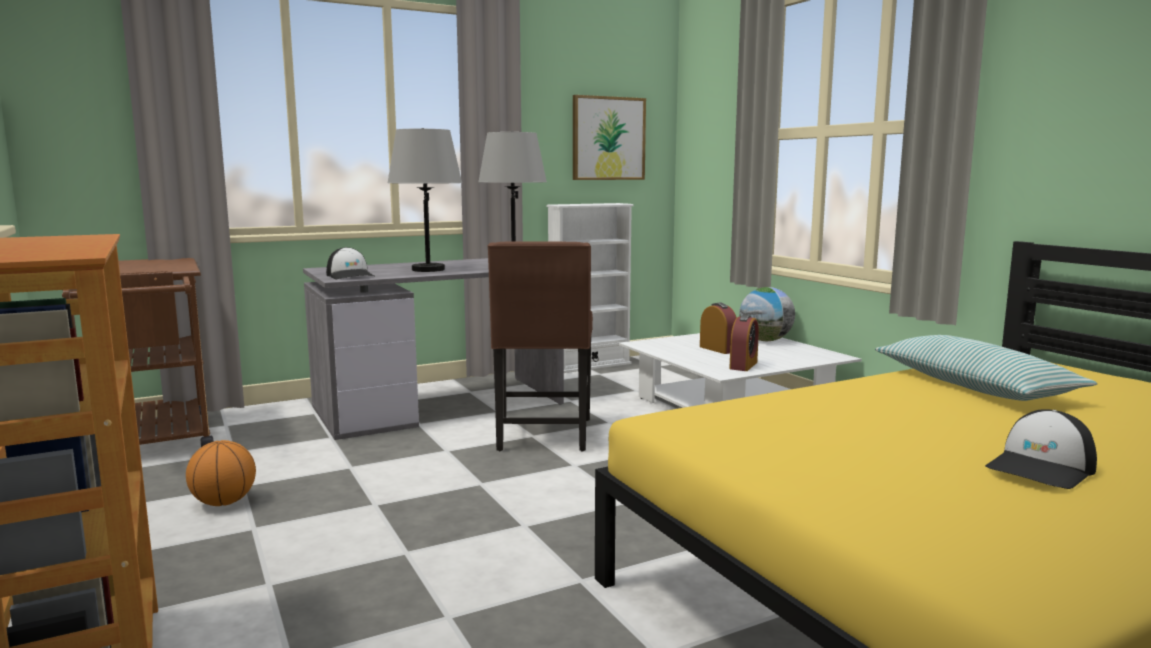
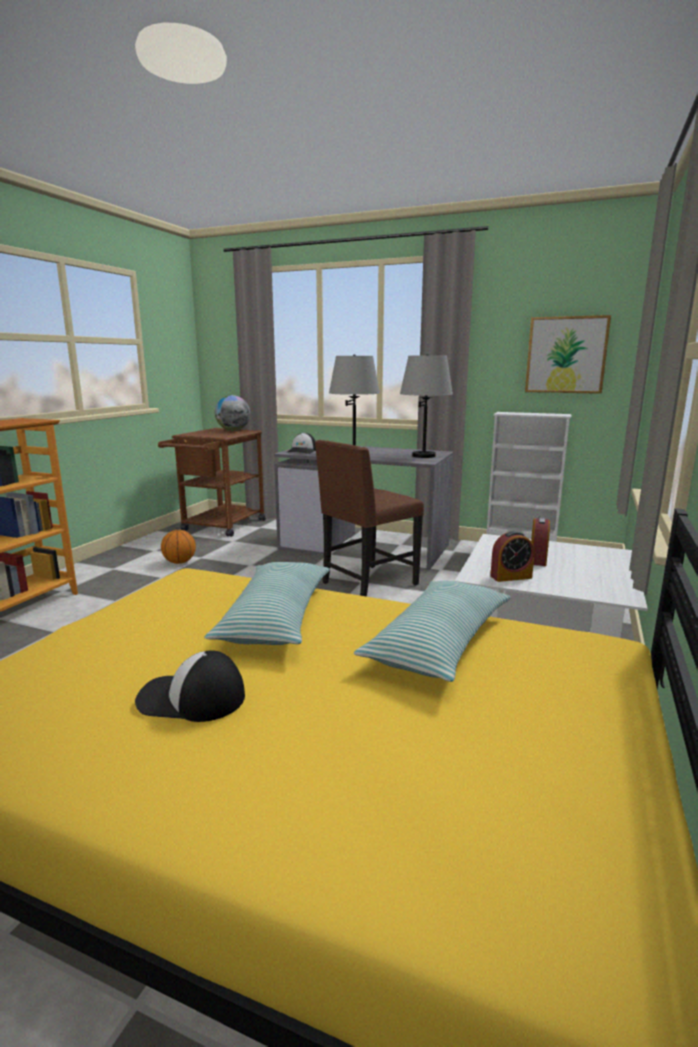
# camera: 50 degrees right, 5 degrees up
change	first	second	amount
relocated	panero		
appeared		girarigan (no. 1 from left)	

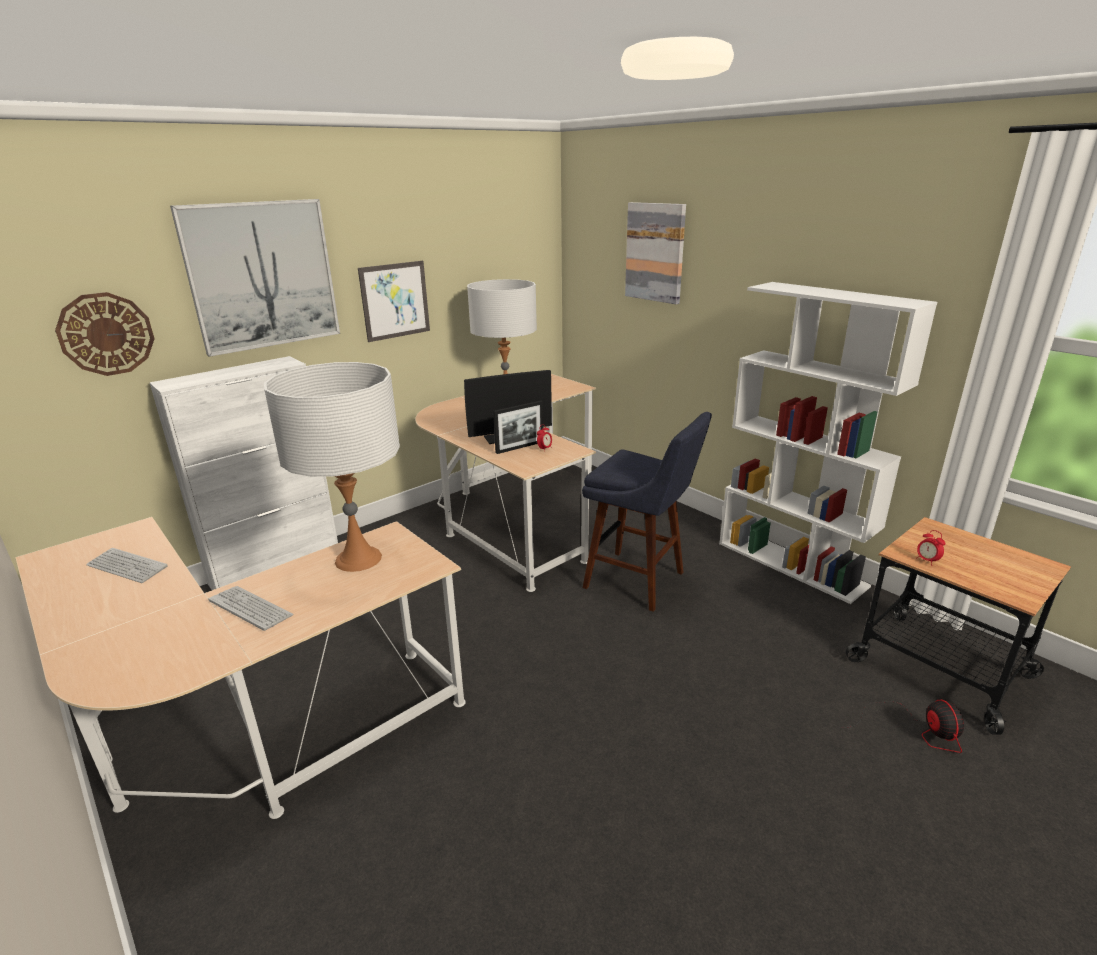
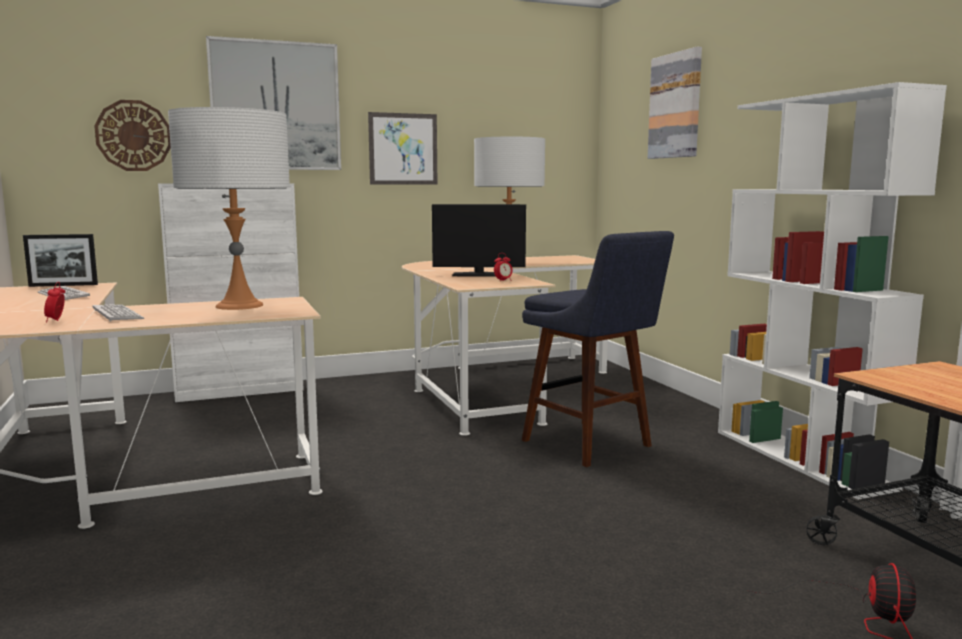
# camera: 20 degrees right, 15 degrees down
change	first	second	amount
relocated	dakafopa		
relocated	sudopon (no. 2 from left in the first image)	sudopon (no. 1 from left)	

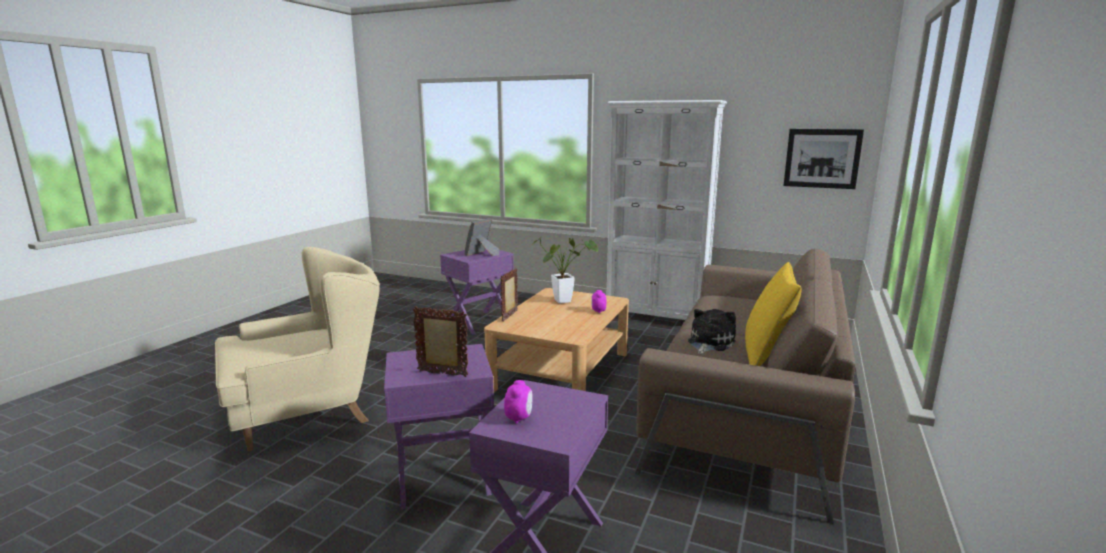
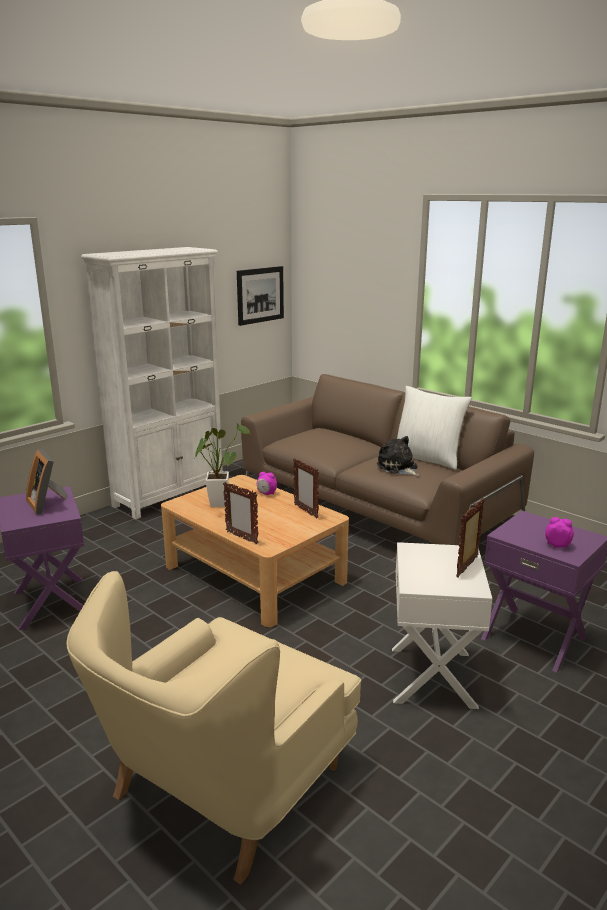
# camera: 70 degrees left, 5 degrees up
change	first	second	amount
spun	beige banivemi		135 degrees counterclockwise
colour	yellow girarigan	white girarigan	
colour	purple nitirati (no. 1 from left)	white nitirati	
appeared		dakafopa (no. 3 from left)	

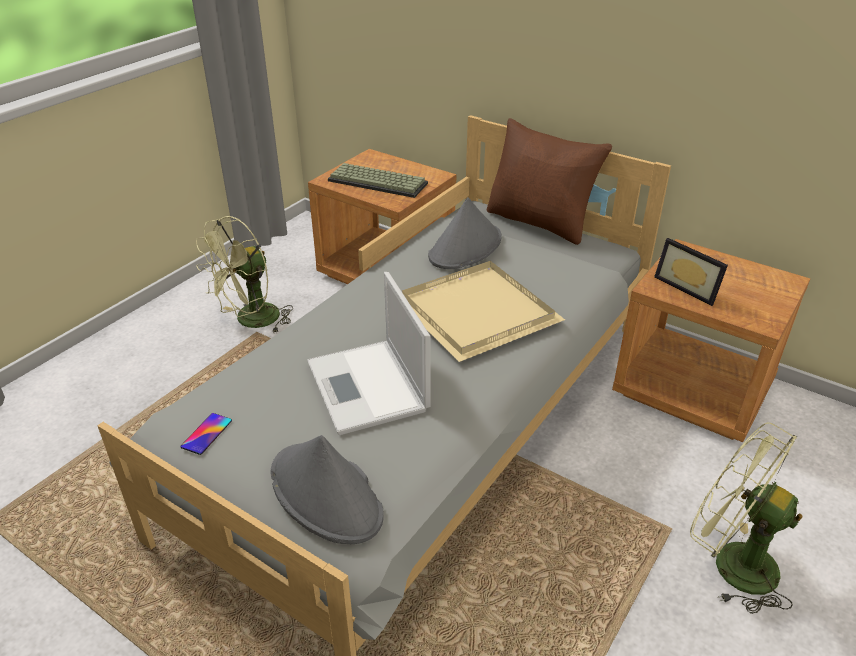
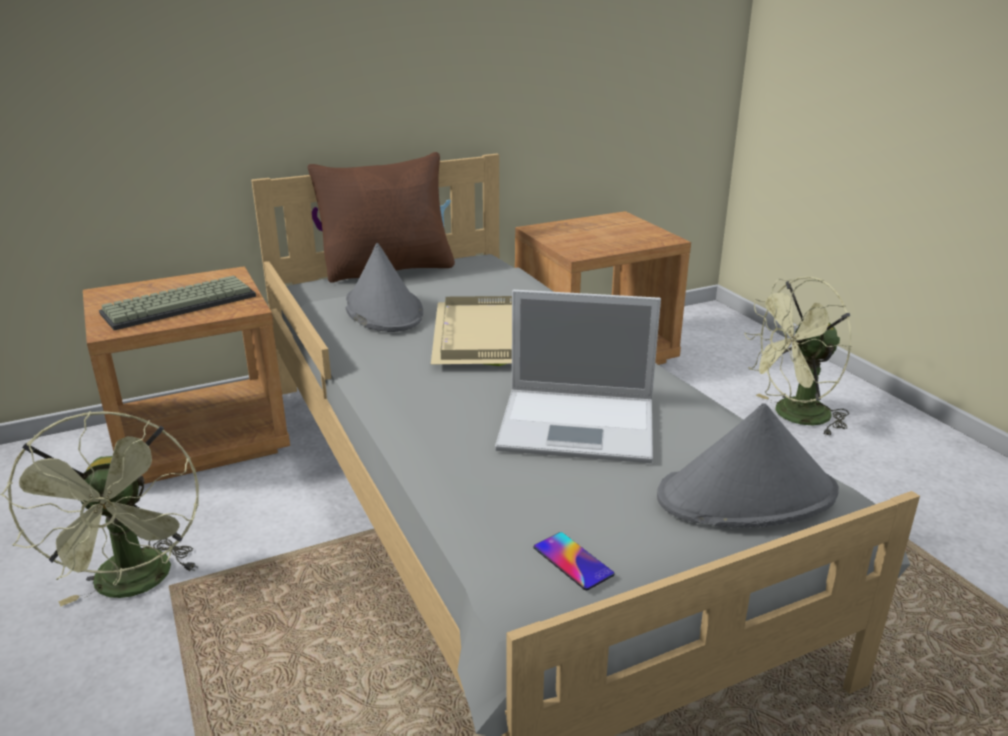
# camera: 60 degrees left, 10 degrees down
change	first	second	amount
missing	dakafopa		

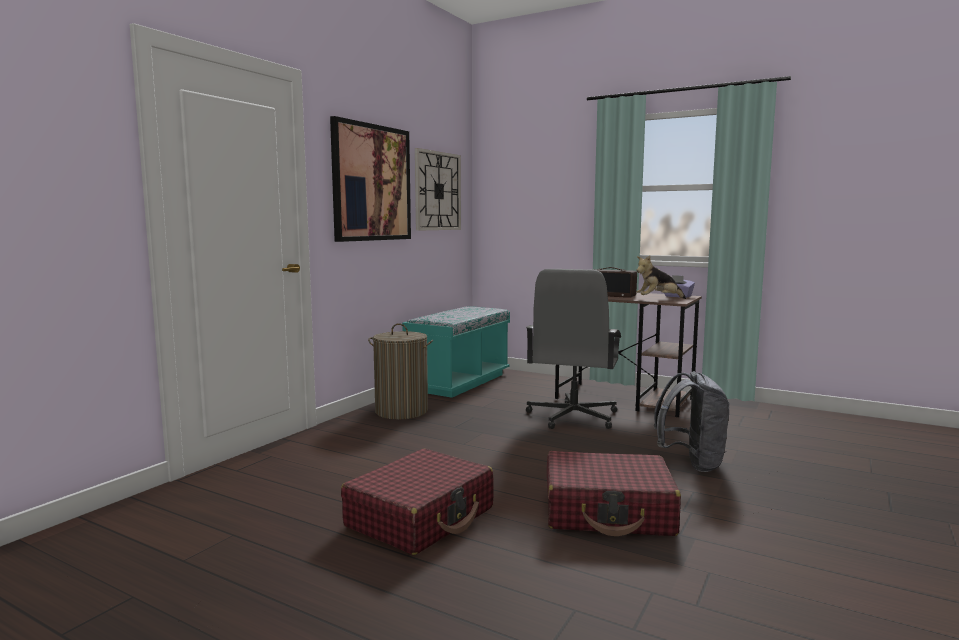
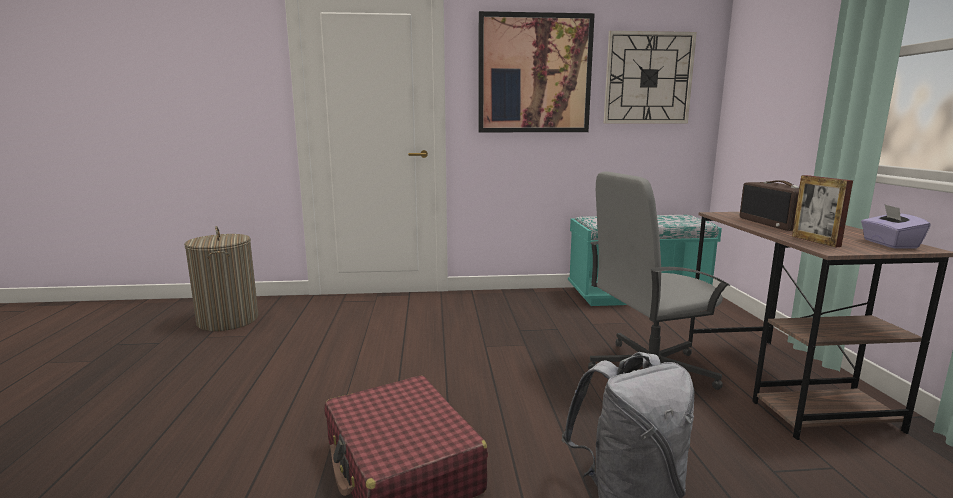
# camera: 55 degrees right, 5 degrees up
change	first	second	amount
exchanged	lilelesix	dakafopa	
relocated	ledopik		
missing	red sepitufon (no. 1 from left)		

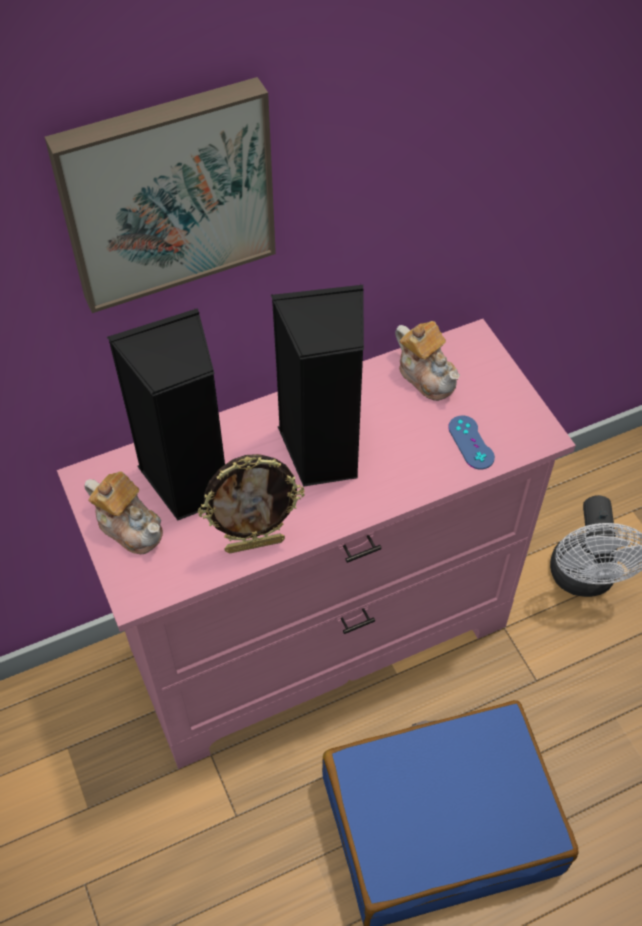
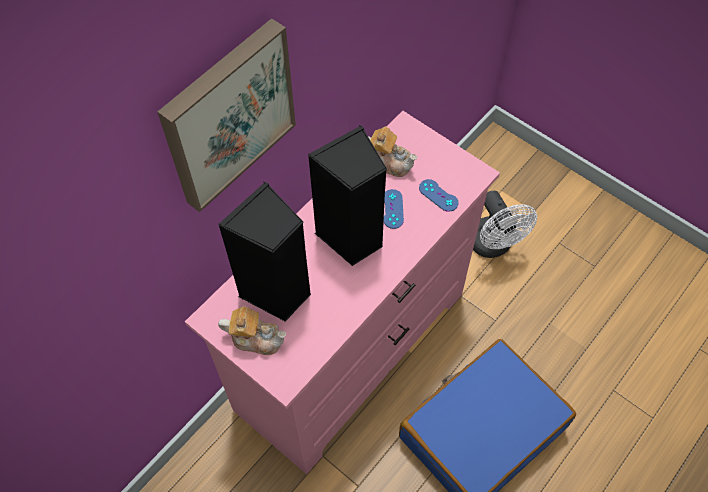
# camera: 25 degrees left, 5 degrees up
change	first	second	amount
missing	dakafopa		
appeared		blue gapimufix (no. 1 from left)	

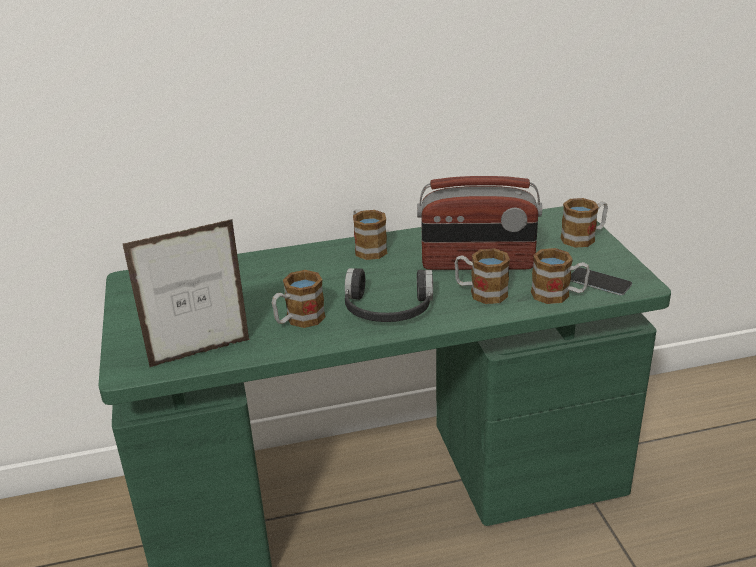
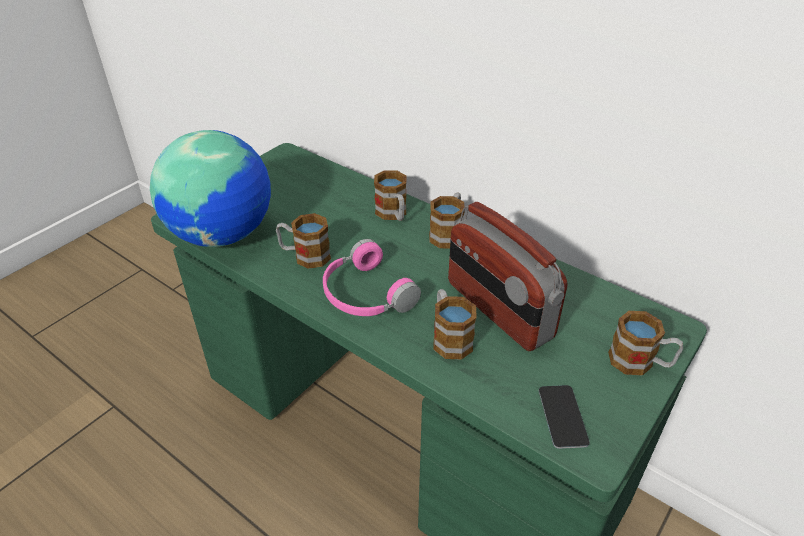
# camera: 50 degrees right, 10 degrees up
change	first	second	amount
exchanged	dakafopa	panero	
relocated	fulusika (no. 4 from left in the first image)	fulusika (no. 2 from left)	
colour	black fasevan	pink fasevan	

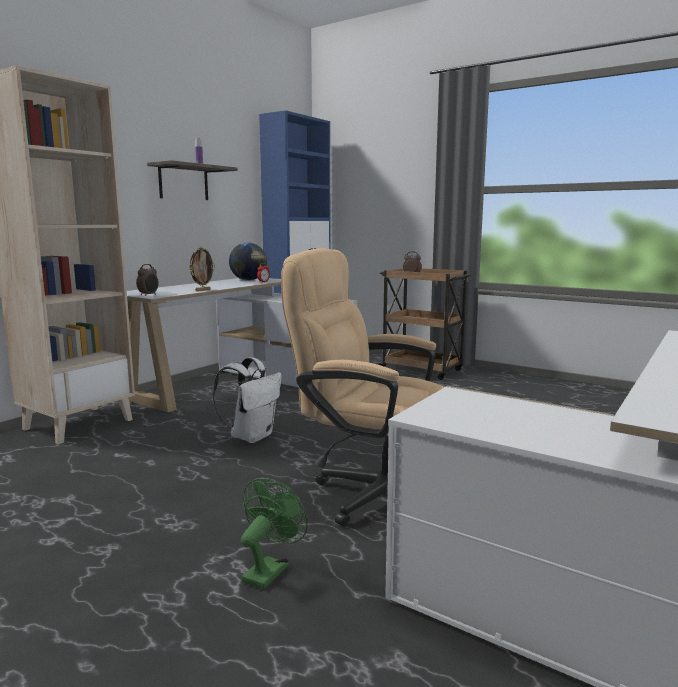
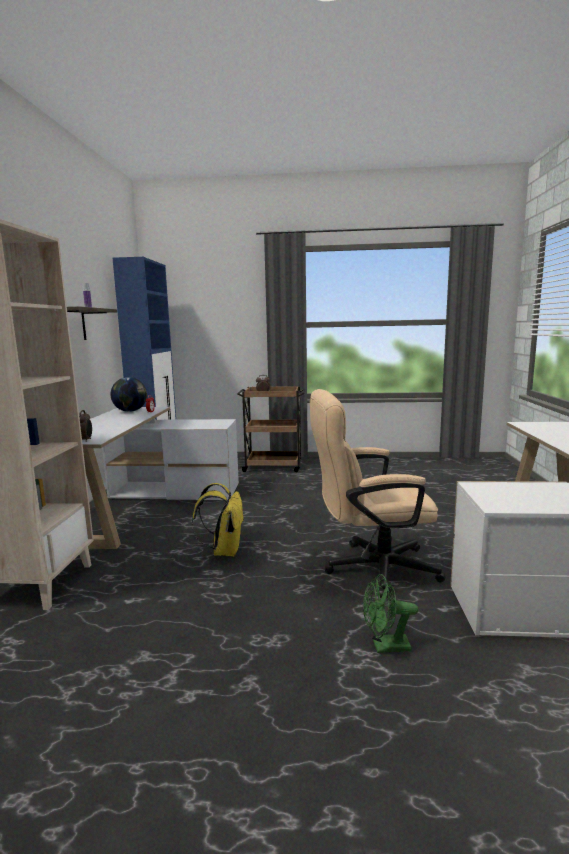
# camera: 30 degrees left, 0 degrees up
change	first	second	amount
missing	dakafopa		
colour	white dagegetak	yellow dagegetak	
spun	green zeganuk		90 degrees counterclockwise

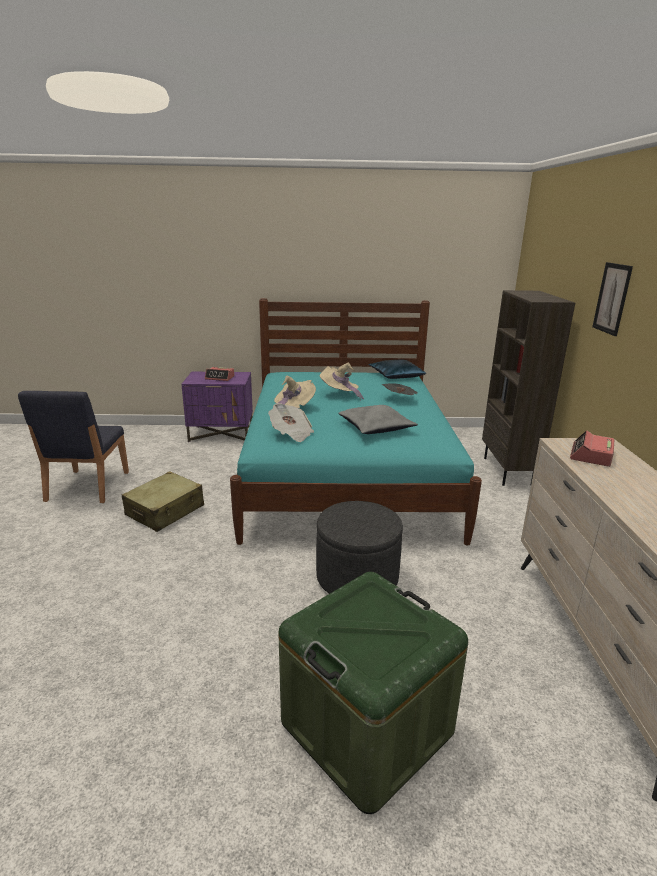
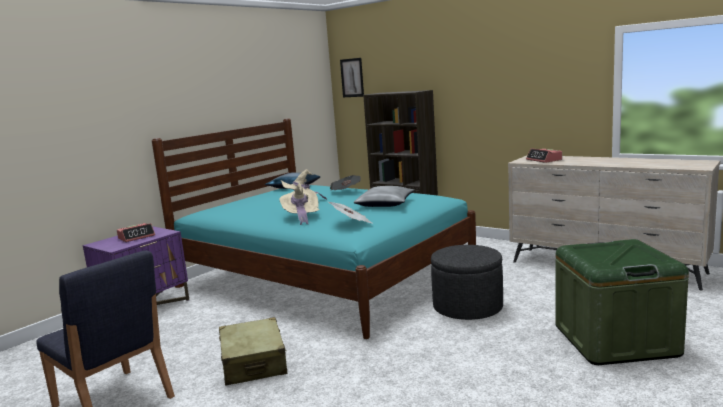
# camera: 50 degrees left, 10 degrees down
change	first	second	amount
relocated	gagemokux		

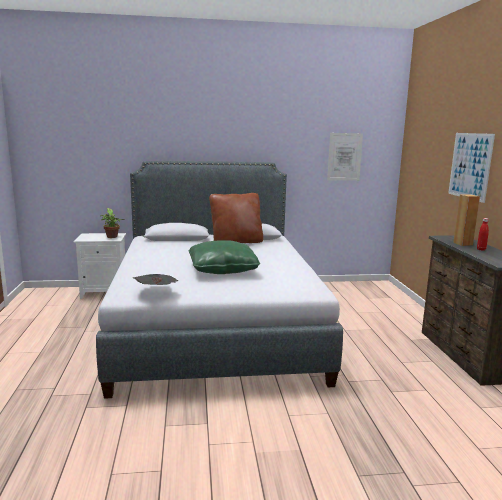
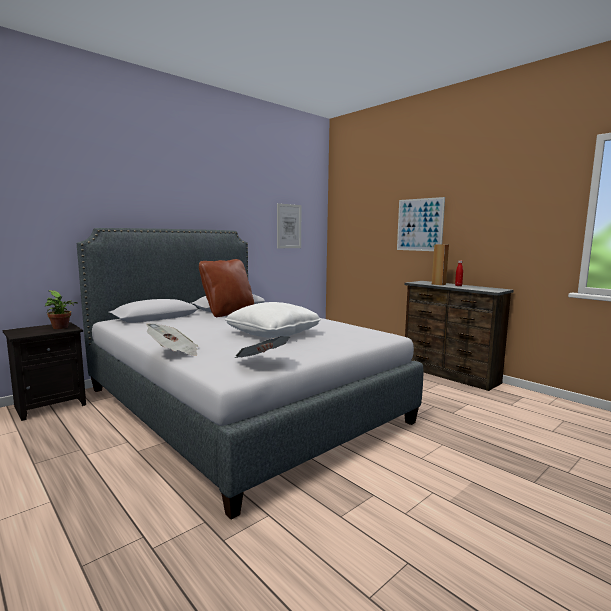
# camera: 35 degrees left, 5 degrees down
change	first	second	amount
colour	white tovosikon	black tovosikon	
colour	green girarigan	white girarigan	
appeared		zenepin (no. 1 from left)	

